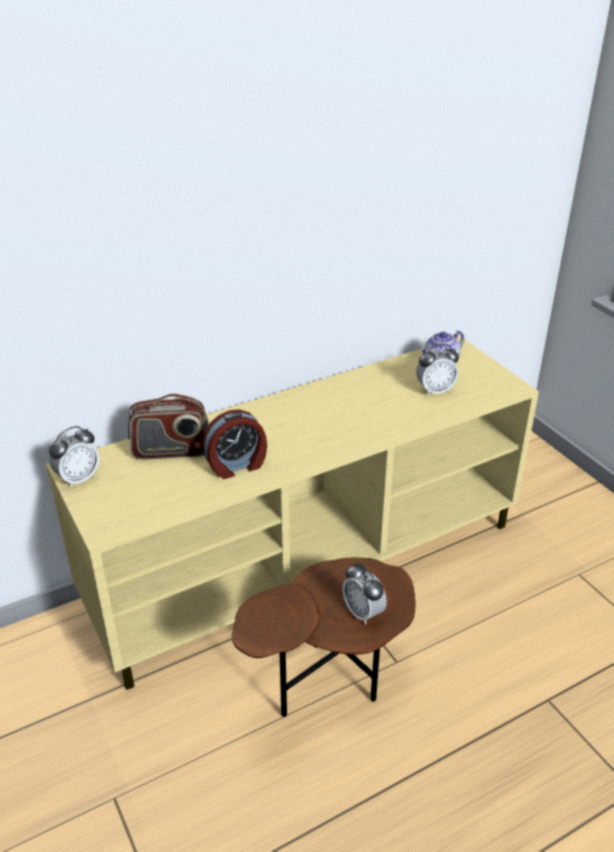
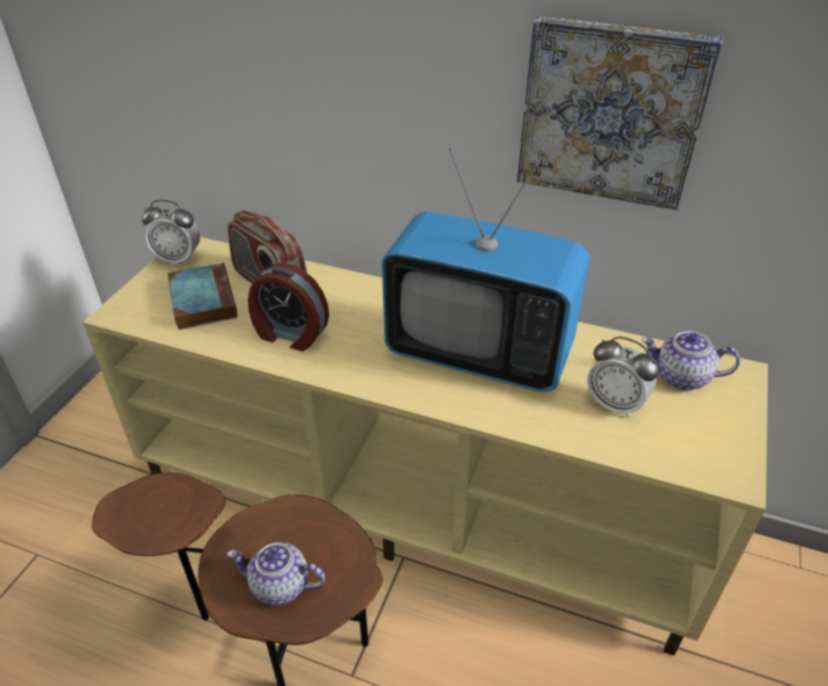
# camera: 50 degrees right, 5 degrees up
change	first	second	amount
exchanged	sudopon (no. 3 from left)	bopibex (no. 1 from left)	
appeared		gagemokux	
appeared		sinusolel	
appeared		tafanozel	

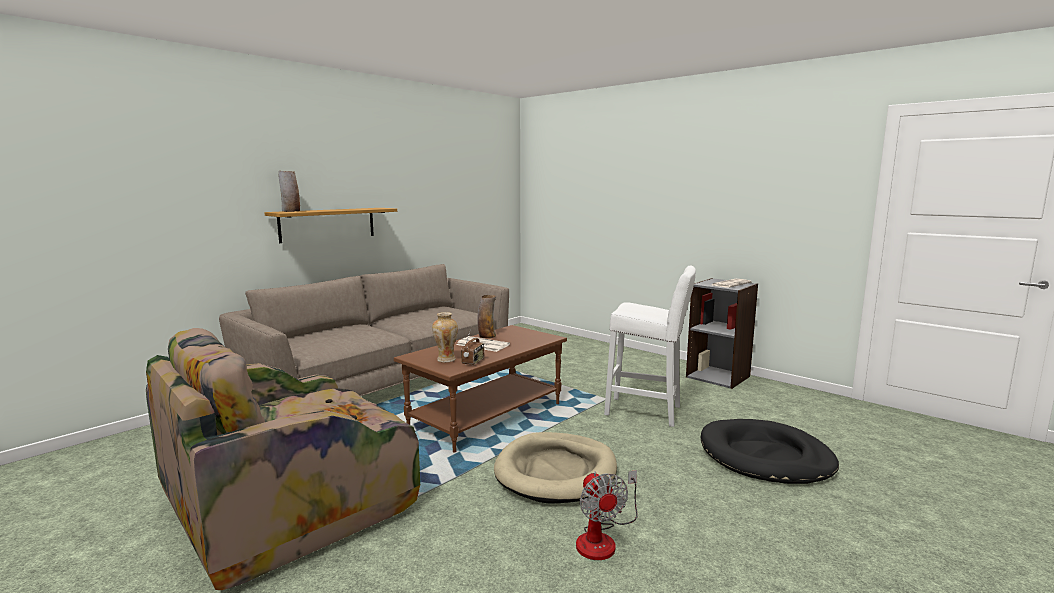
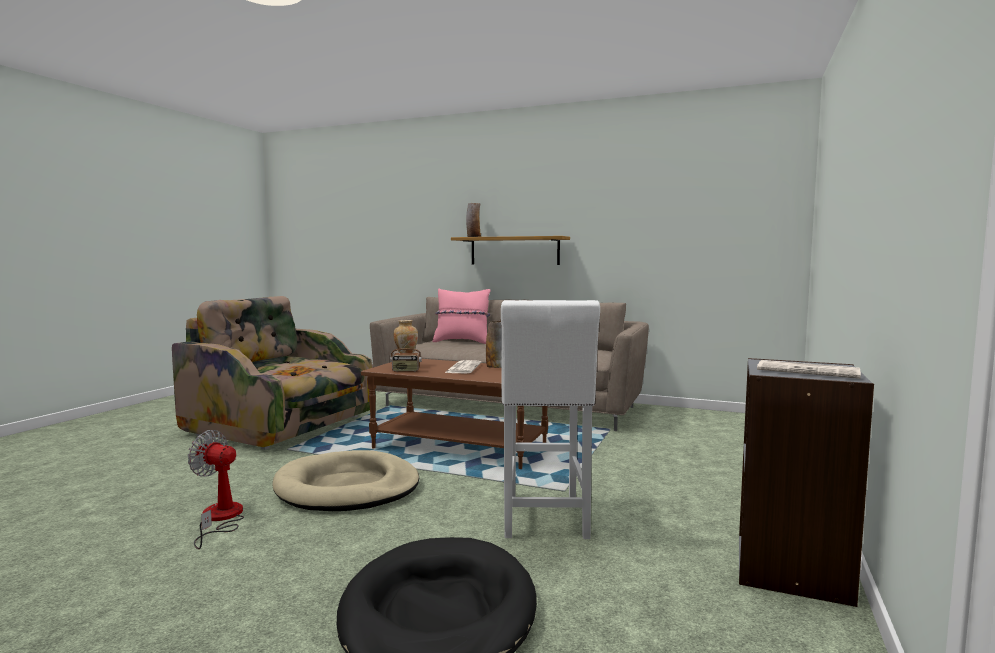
# camera: 70 degrees right, 5 degrees down
change	first	second	amount
spun	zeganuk		60 degrees clockwise
appeared		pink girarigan	

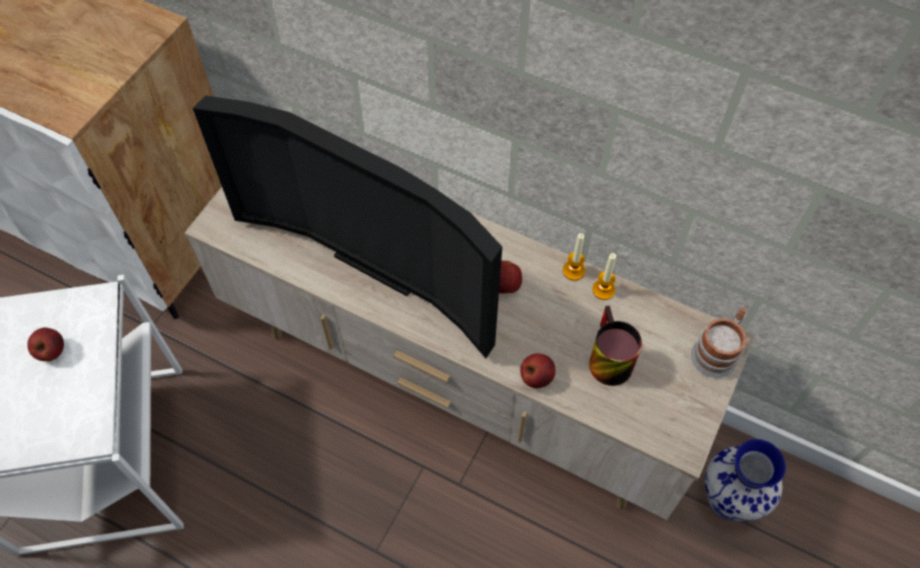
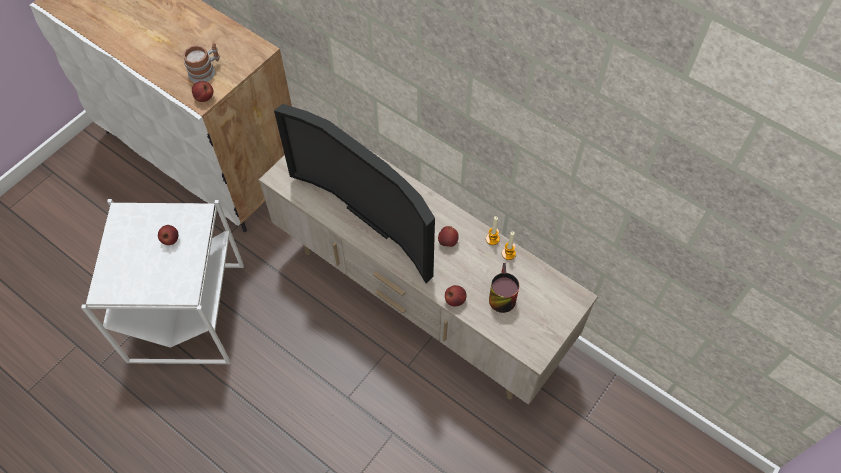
# camera: 10 degrees right, 0 degrees up
change	first	second	amount
relocated	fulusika (no. 2 from left in the first image)	fulusika (no. 1 from left)	
missing	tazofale		
appeared		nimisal (no. 2 from left)	

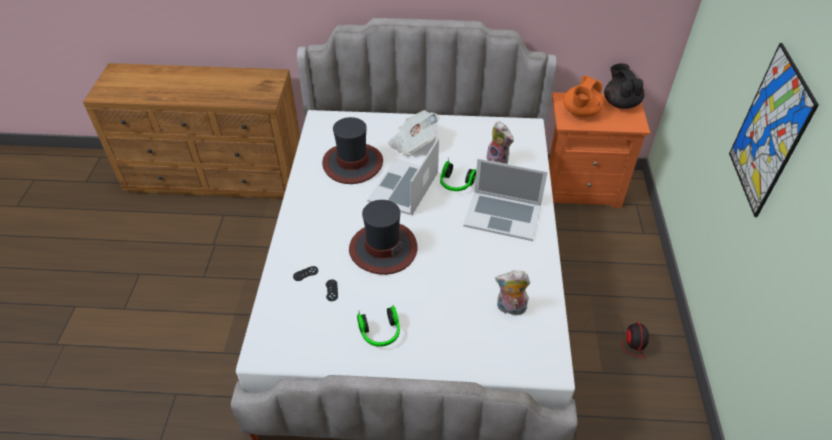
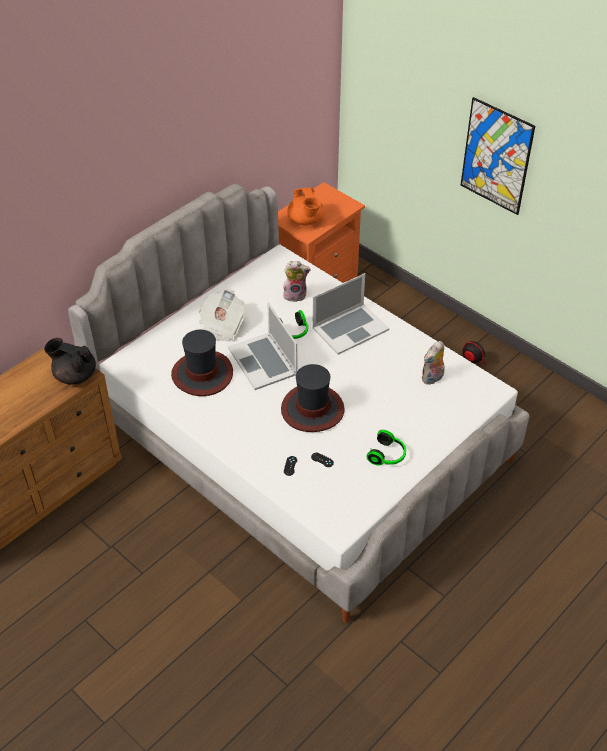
# camera: 50 degrees left, 0 degrees up
change	first	second	amount
relocated	black bopibex		

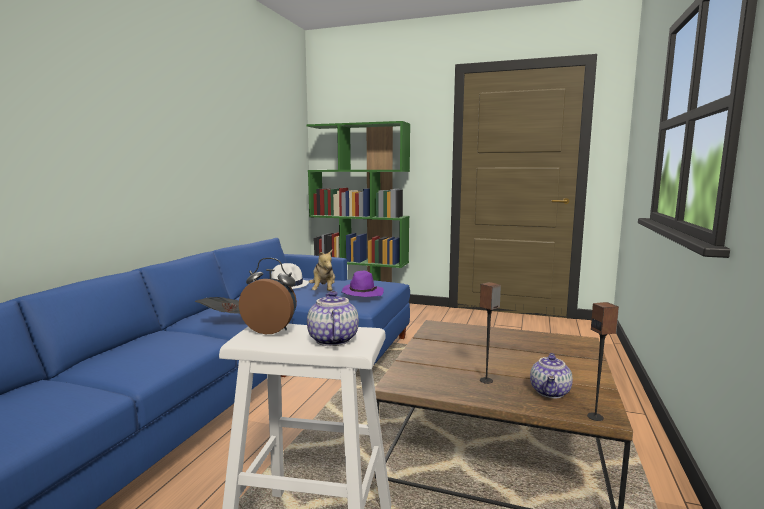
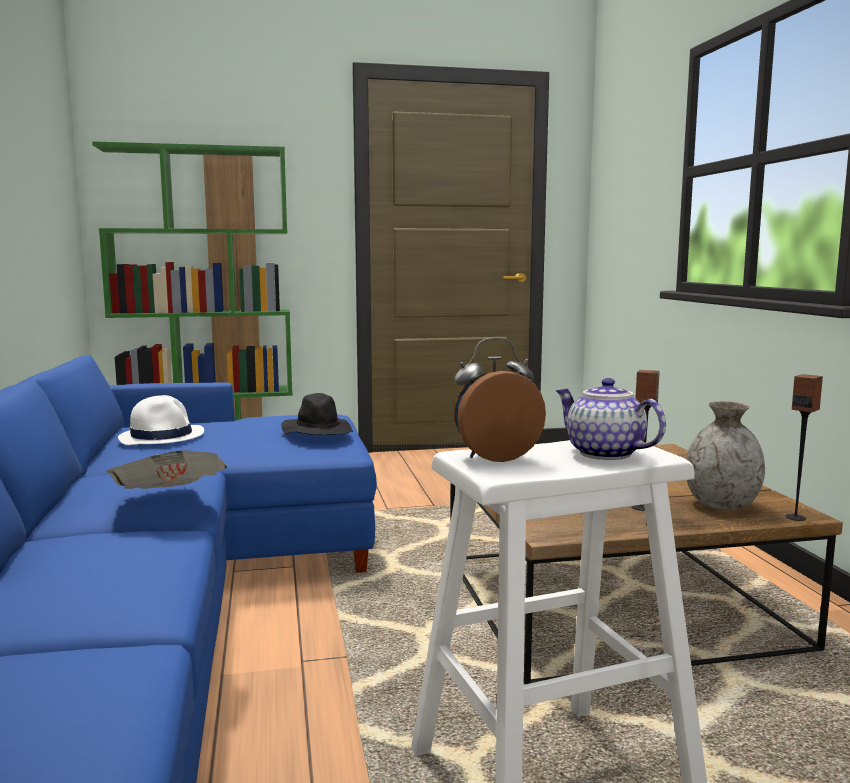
# camera: 30 degrees left, 0 degrees up
change	first	second	amount
missing	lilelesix		
colour	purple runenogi	black runenogi	
exchanged	bopibex (no. 2 from left)	grey tazofale	

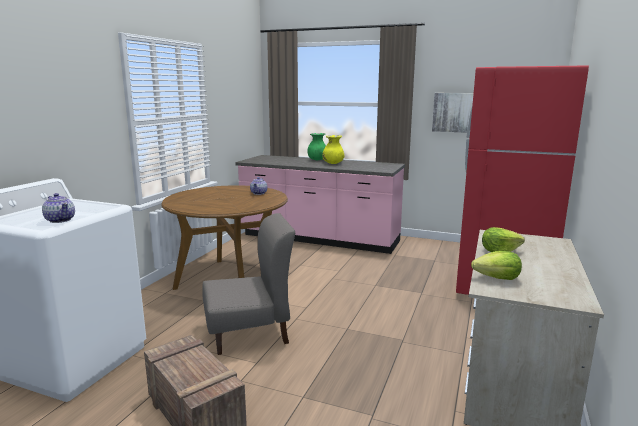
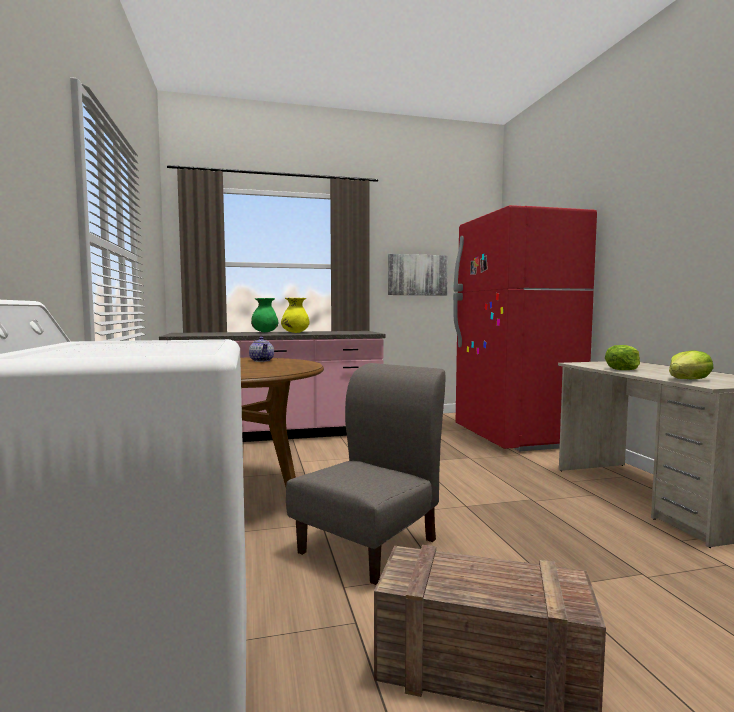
# camera: 35 degrees left, 10 degrees down
change	first	second	amount
missing	bopibex (no. 1 from left)		

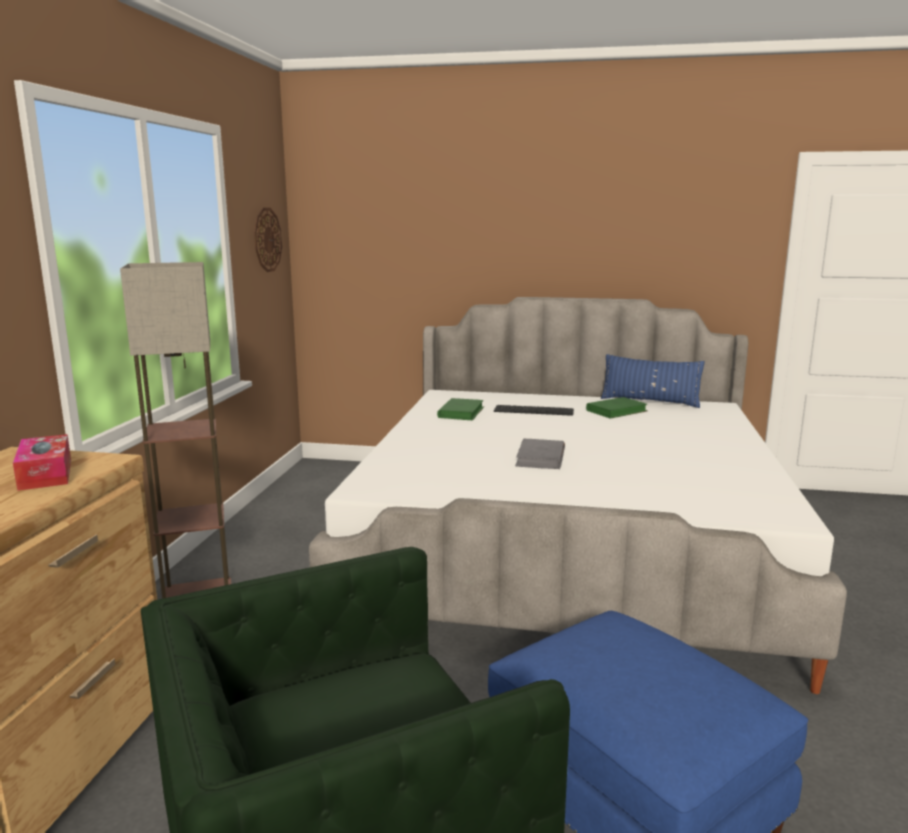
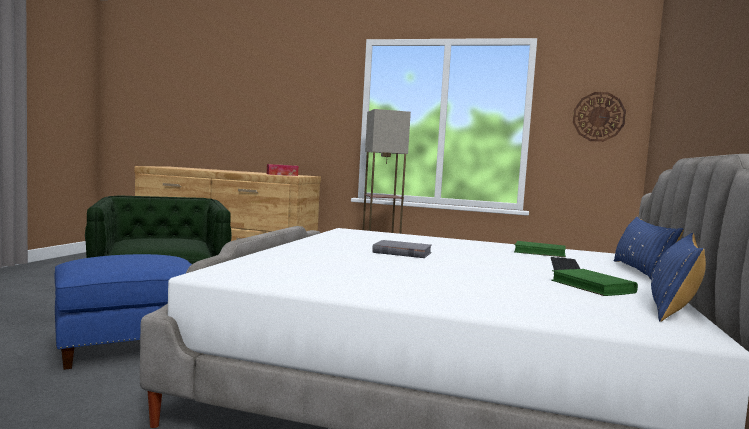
# camera: 95 degrees right, 10 degrees down
change	first	second	amount
appeared		blue girarigan (no. 1 from left)	

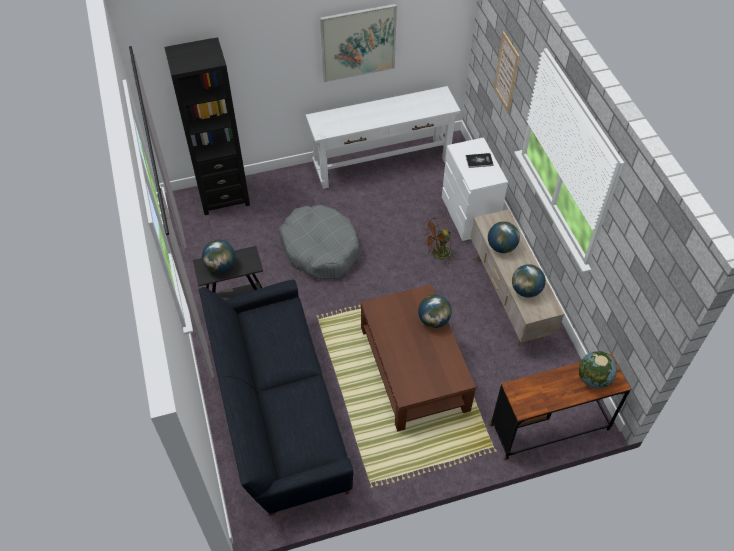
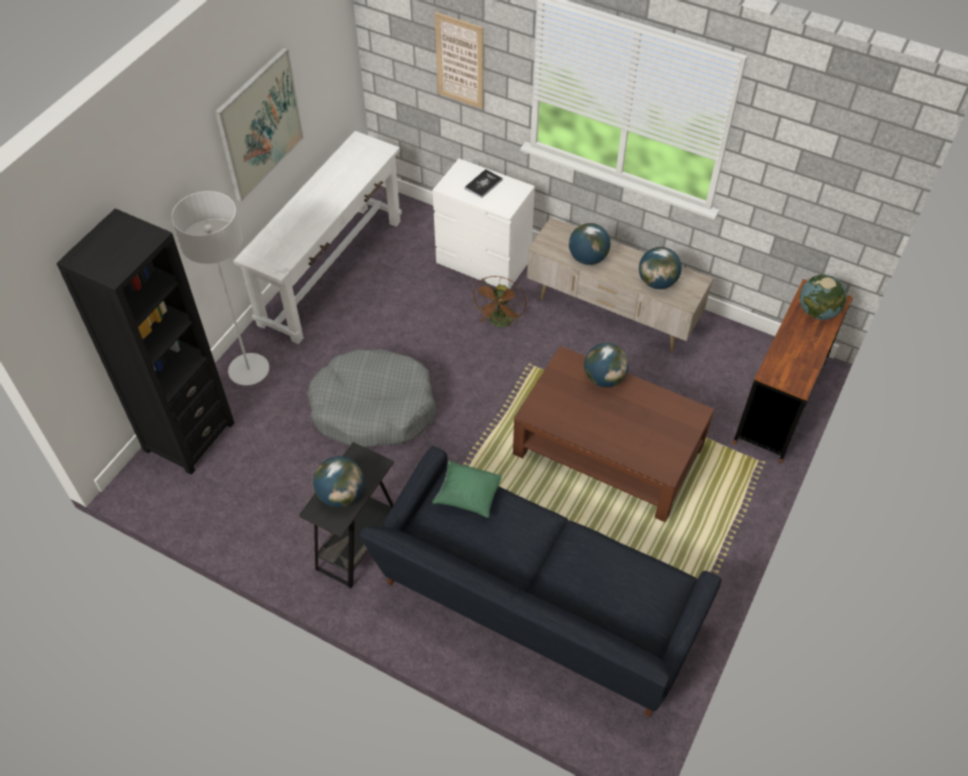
# camera: 45 degrees left, 0 degrees up
change	first	second	amount
appeared		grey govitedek	
appeared		green girarigan	

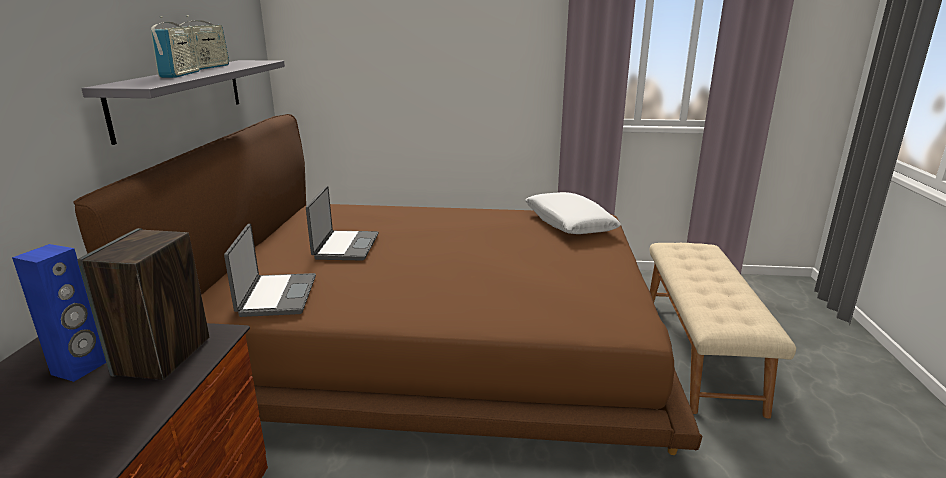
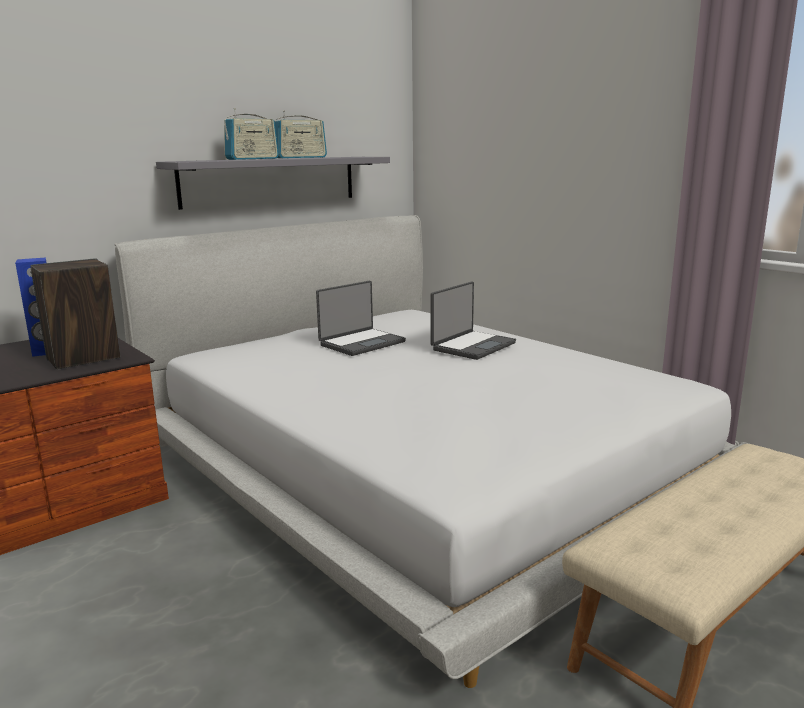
# camera: 45 degrees right, 5 degrees down
change	first	second	amount
colour	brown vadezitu	white vadezitu	
missing	white girarigan		
relocated	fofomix (no. 1 from left in the first image)	fofomix (no. 2 from left)	

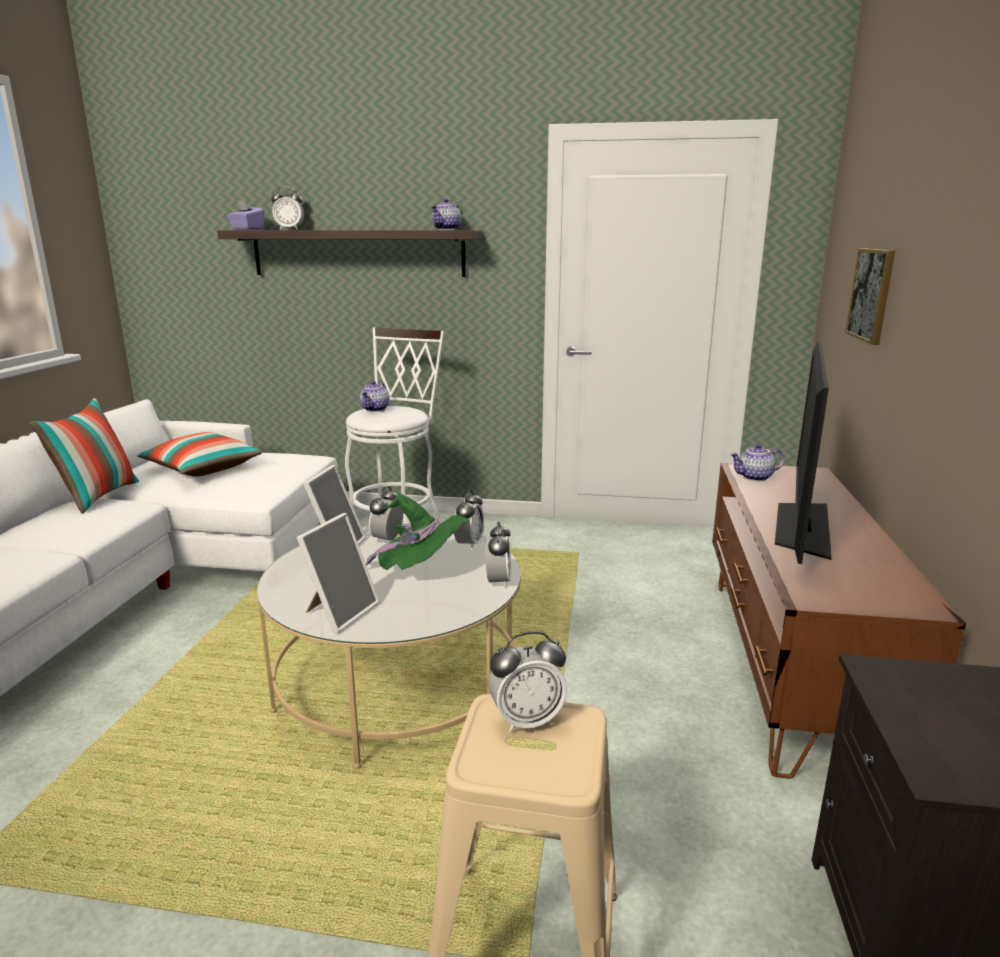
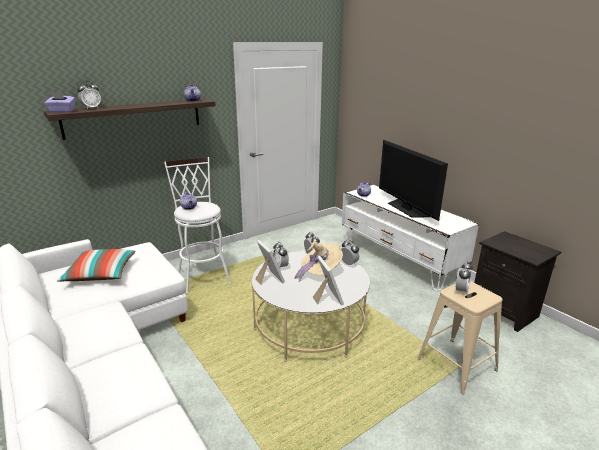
# camera: 45 degrees left, 5 degrees up
change	first	second	amount
missing	gagemokux		
missing	girarigan (no. 1 from left)		
colour	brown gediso	white gediso	
colour	green runenogi	beige runenogi	

